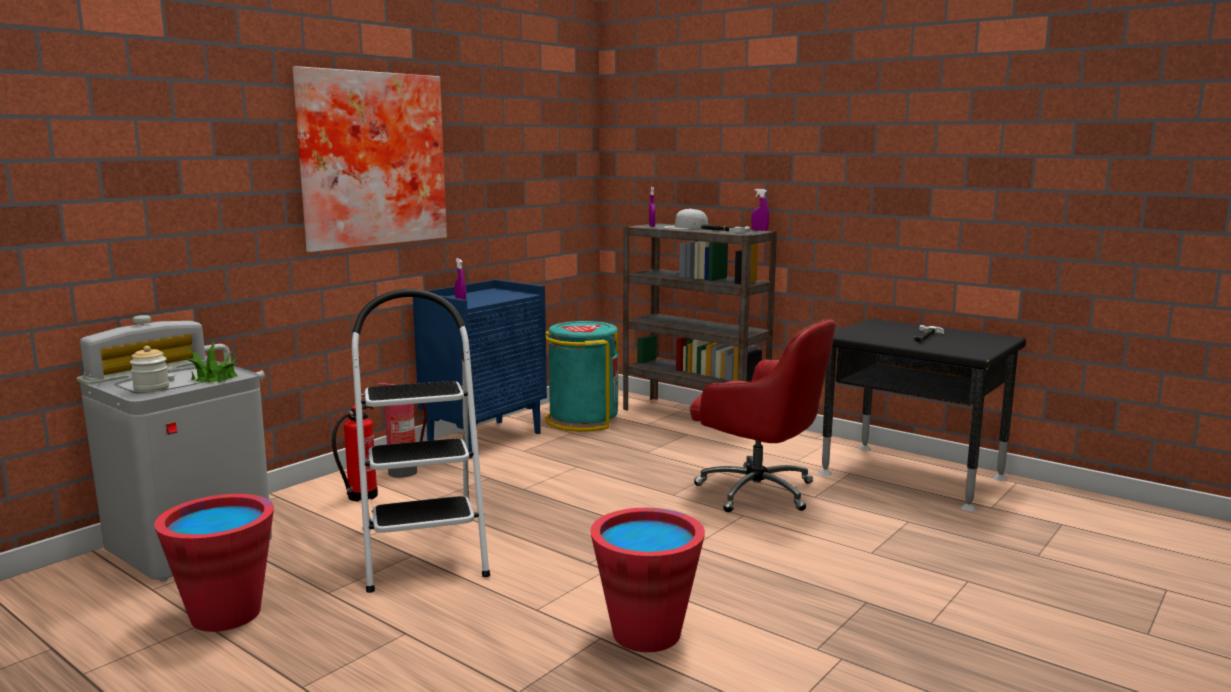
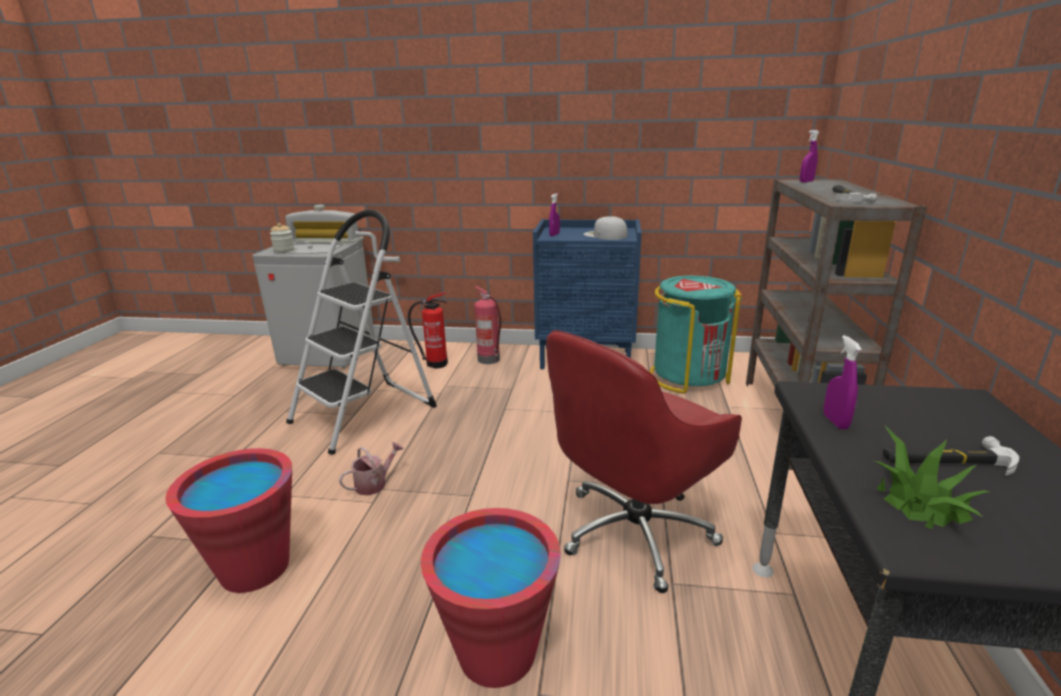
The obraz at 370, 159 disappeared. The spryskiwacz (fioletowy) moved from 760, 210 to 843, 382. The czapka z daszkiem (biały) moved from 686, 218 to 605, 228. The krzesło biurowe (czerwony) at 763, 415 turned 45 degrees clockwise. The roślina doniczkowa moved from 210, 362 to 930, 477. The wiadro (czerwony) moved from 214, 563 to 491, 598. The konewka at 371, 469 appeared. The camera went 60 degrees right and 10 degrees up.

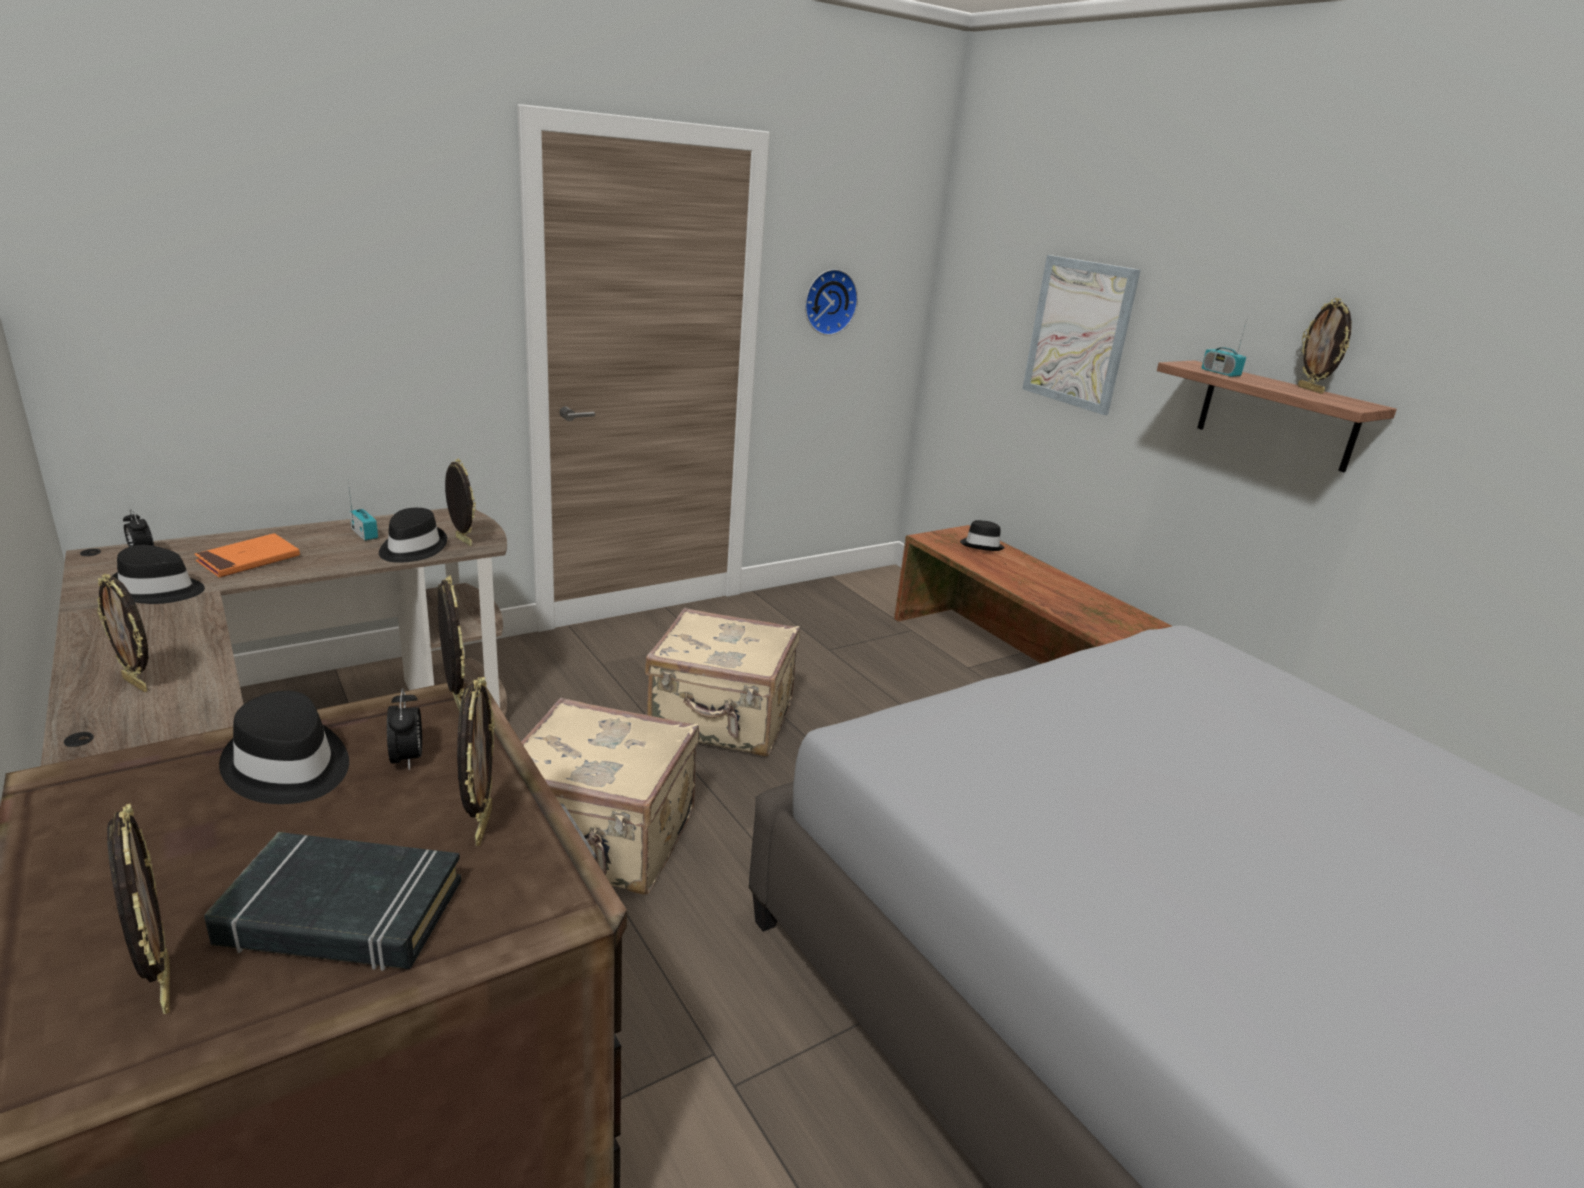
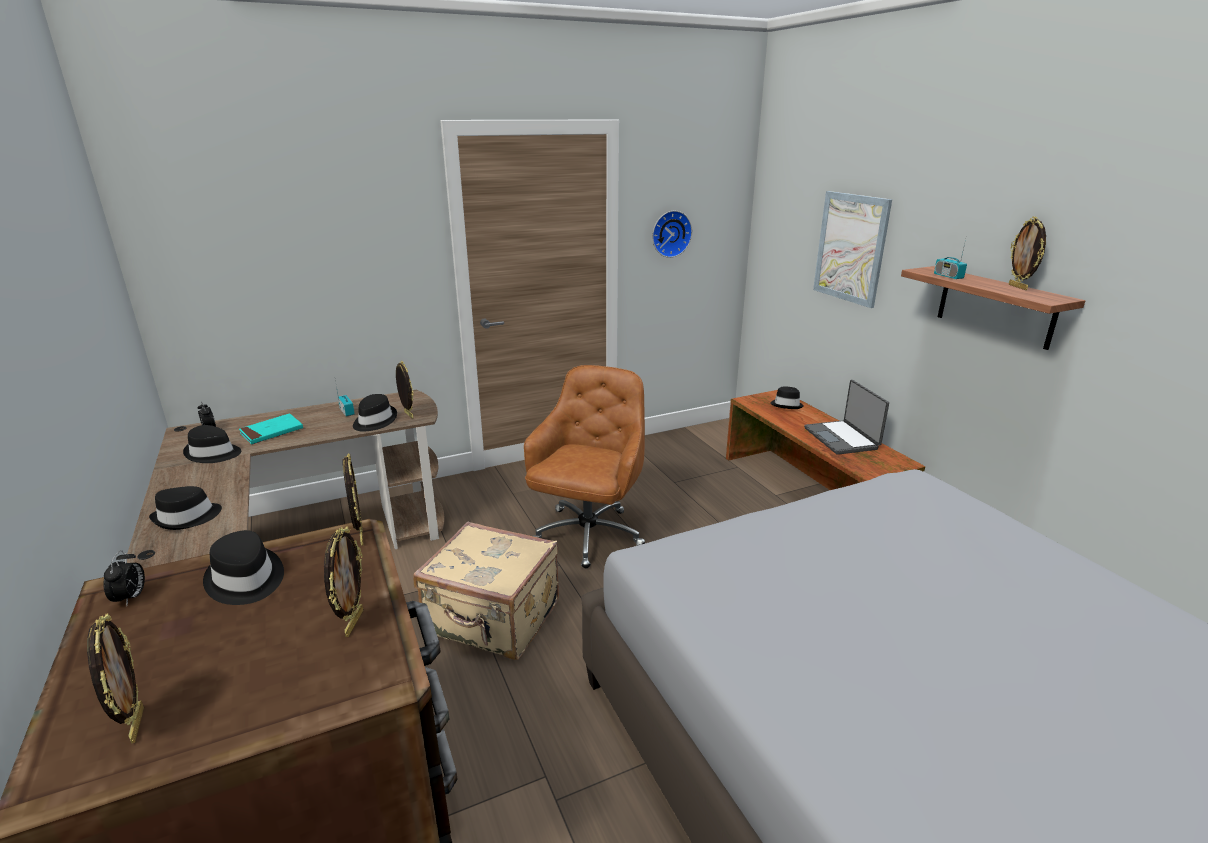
The książka (pomarańczowy) at 247, 555 became the książka (turkusowy) at 271, 429. The ramka na zdjęcie at 122, 633 was replaced by the kapelusz (czarny) at 185, 508. The walizka (beżowy) at 722, 682 was replaced by the krzesło biurowe (brązowy) at 584, 466. The budzik moved from 404, 729 to 124, 577. The książka (czarny) at 333, 901 disappeared. The laptop at 846, 417 appeared. The camera went 10 degrees right and 0 degrees up.

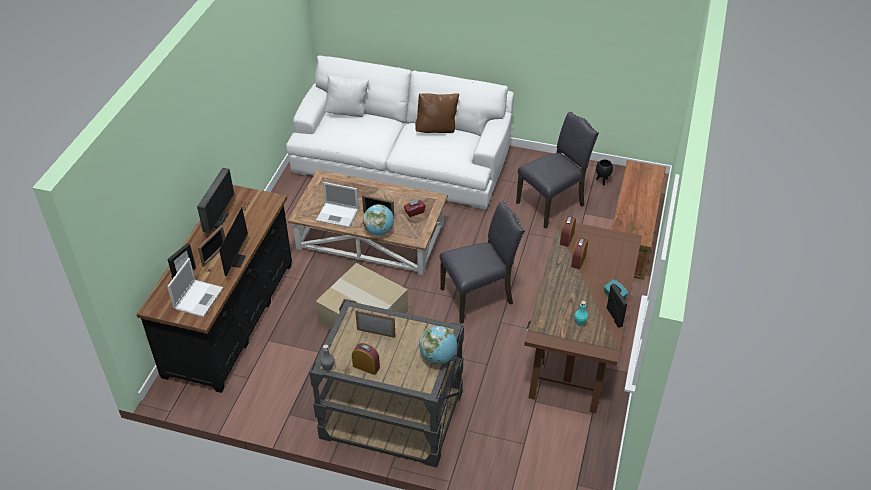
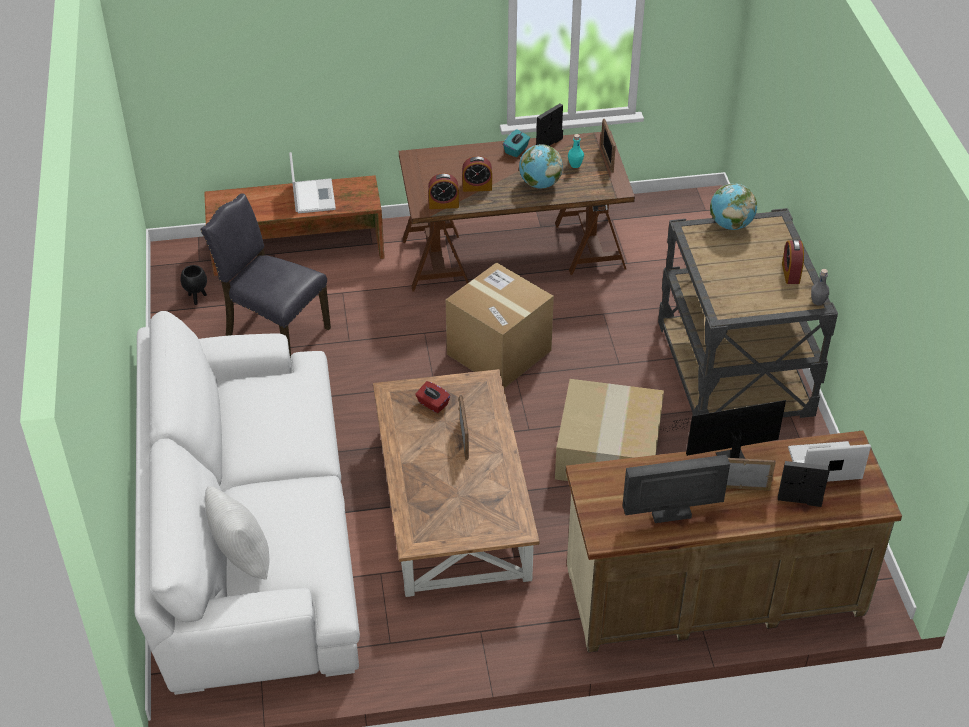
The poduszka (brązowy) at 437, 113 disappeared. The laptop moved from 337, 204 to 312, 183. The komoda (czarny) at 214, 289 became the komoda (beżowy) at 734, 541. The krzesło (szary) at 482, 262 was replaced by the karton at 500, 325. The globus moved from 378, 220 to 541, 166. The ramka na zdjęcie moved from 375, 324 to 608, 146. The camera went 115 degrees left and 0 degrees up.

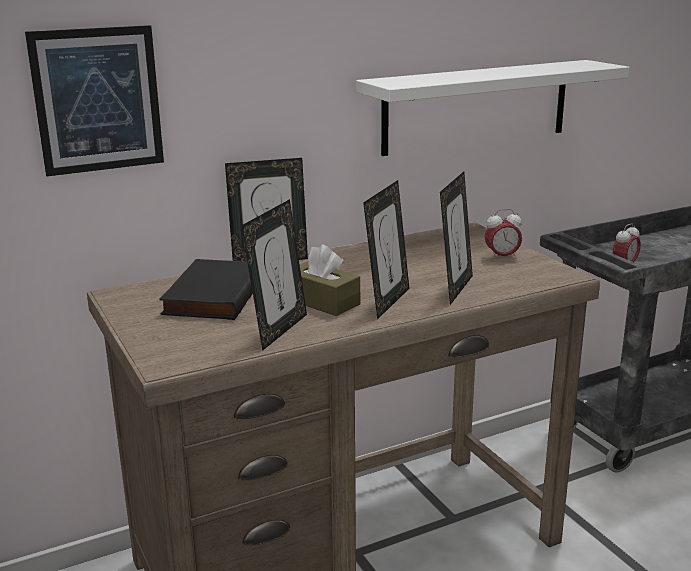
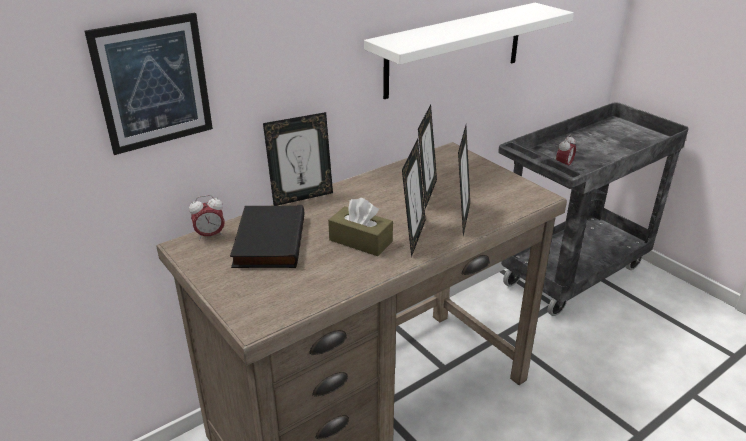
The ramka na zdjęcie moved from 274, 275 to 427, 156. The budzik moved from 503, 234 to 207, 218. The camera went 10 degrees left and 10 degrees up.

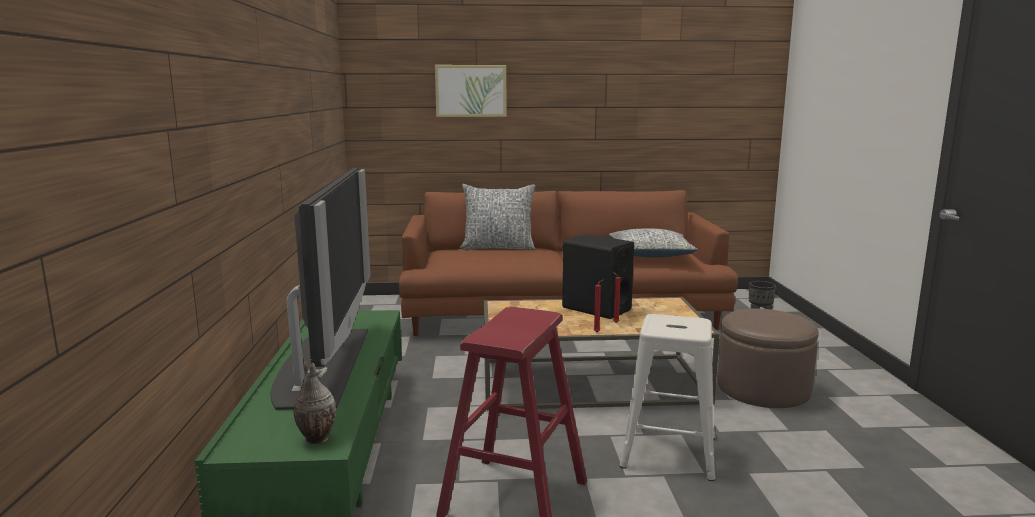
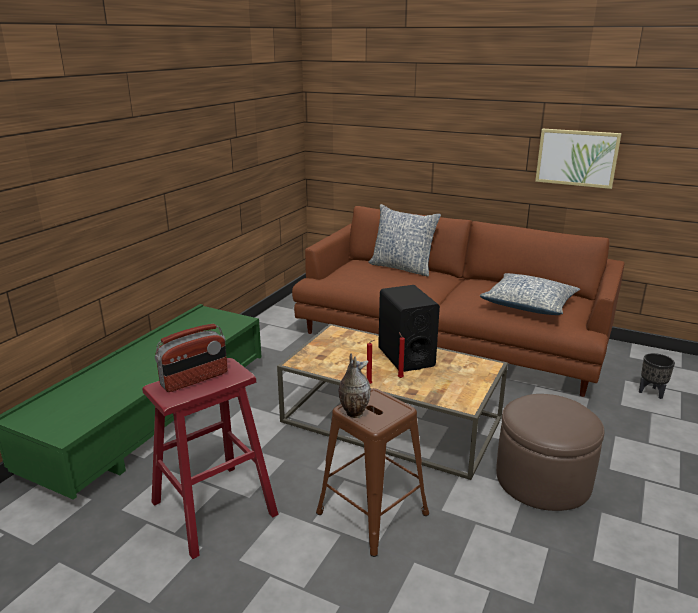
The obraz moved from 470, 91 to 578, 158. The telewizor at 320, 289 disappeared. The stołek (biały) at 667, 397 became the stołek (brązowy) at 372, 472. The wazon moved from 315, 402 to 354, 385. The radio at 191, 358 appeared. The camera went 30 degrees right and 10 degrees up.

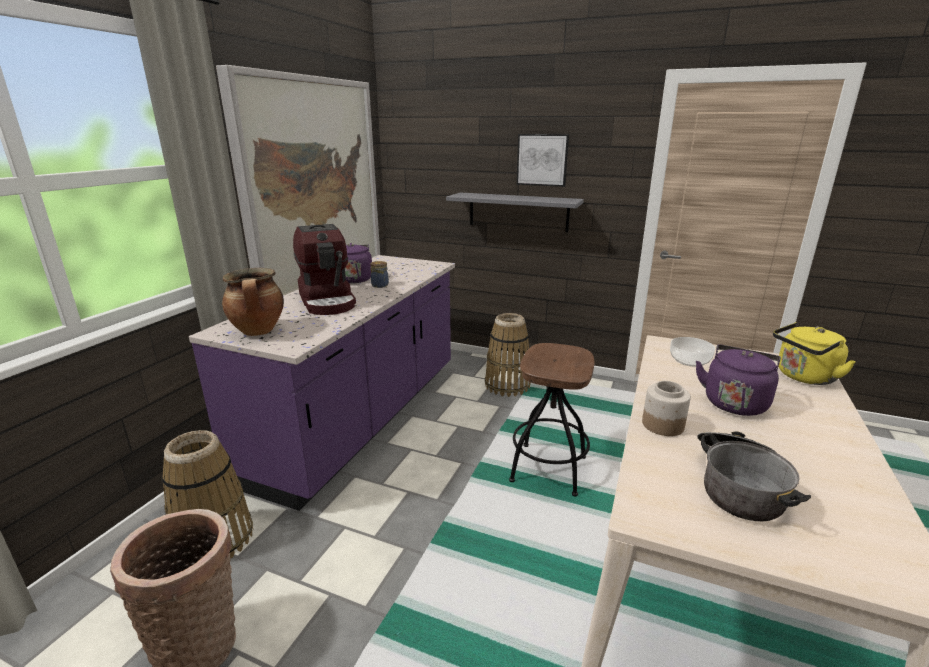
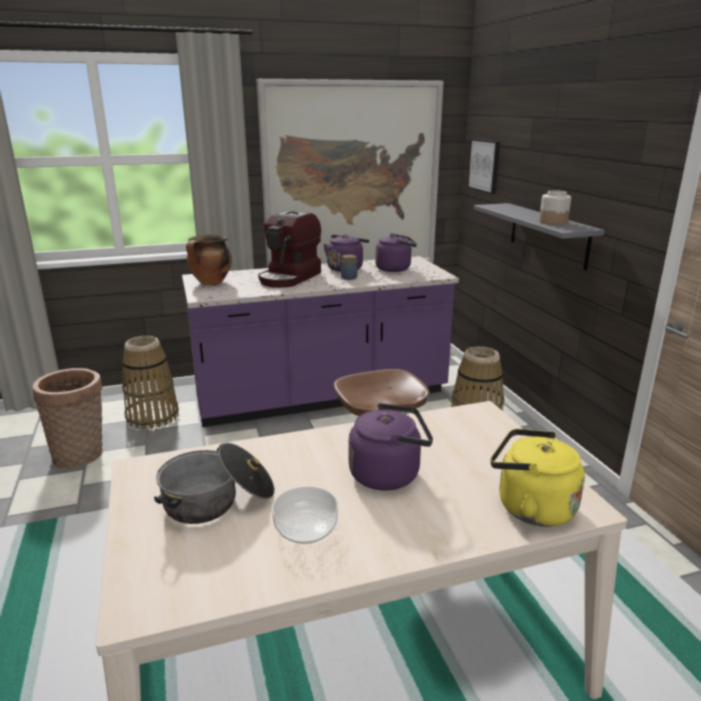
The obraz moved from 542, 160 to 483, 166. The miska moved from 692, 352 to 305, 515. The słoik moved from 666, 408 to 555, 207. The czajnik (fioletowy) at 396, 252 appeared. The camera went 50 degrees right and 0 degrees up.

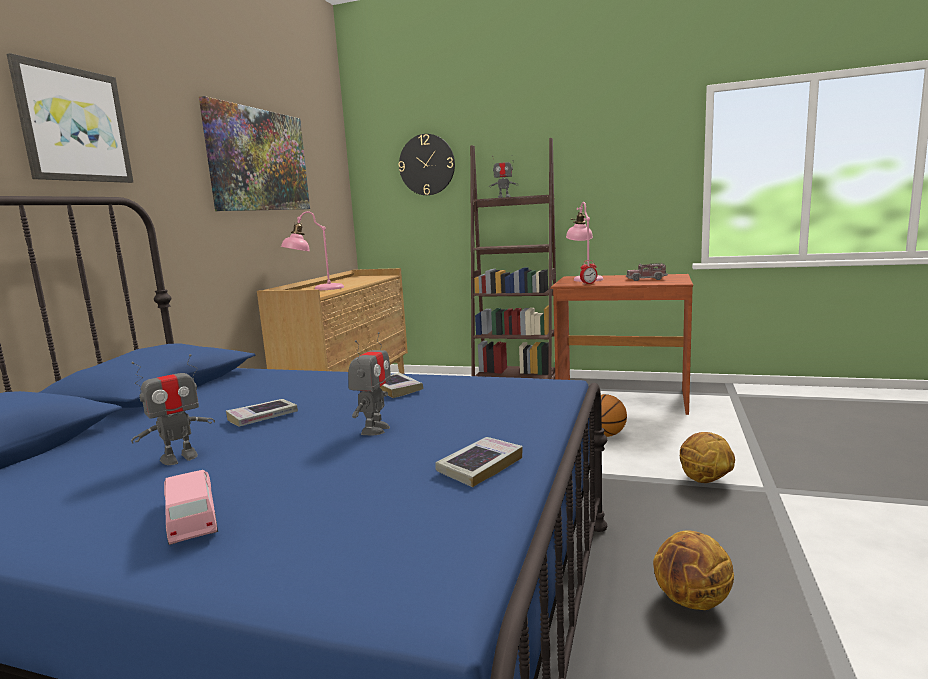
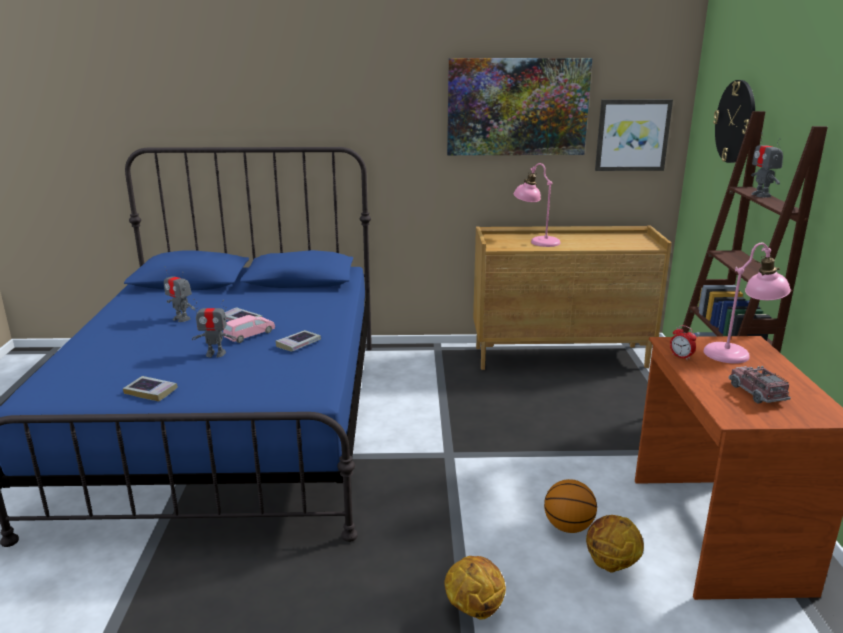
The obraz moved from 70, 118 to 634, 135. The samochodzik (różowy) moved from 191, 507 to 249, 329. The piłka do koszykówki moved from 693, 570 to 615, 544. The camera went 70 degrees right and 10 degrees up.

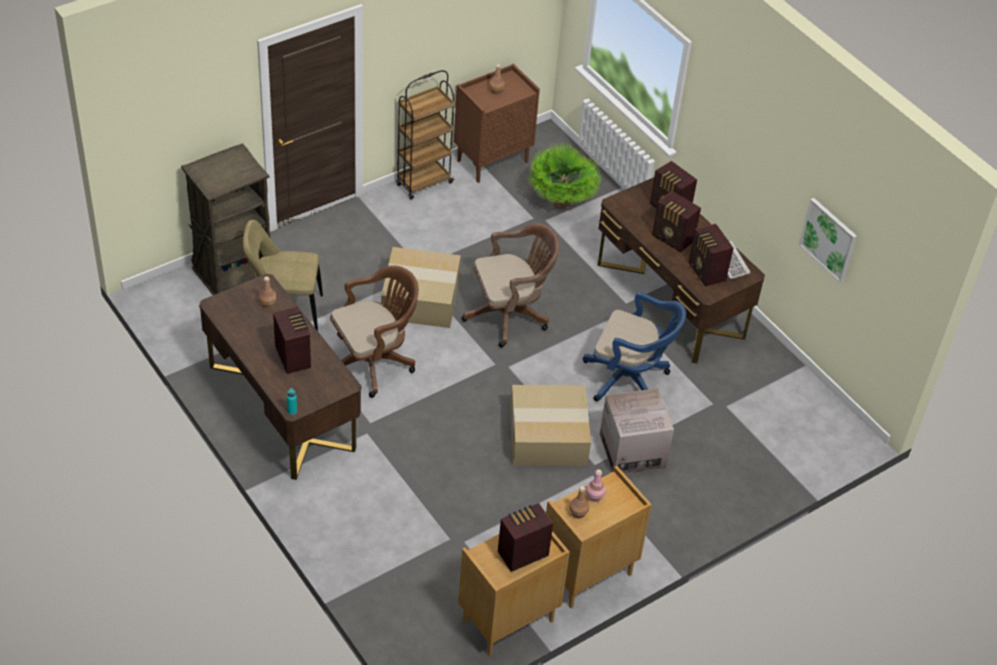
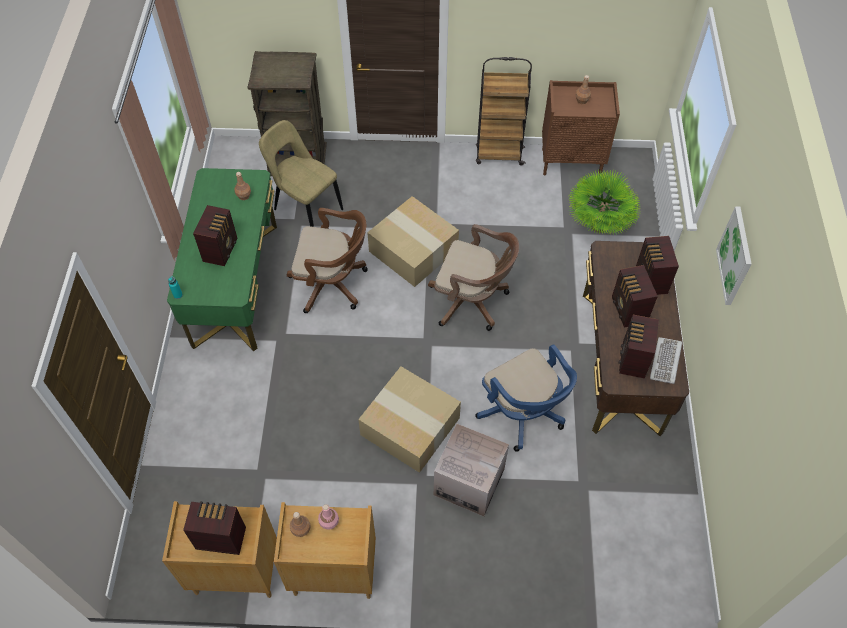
The obraz moved from 828, 240 to 734, 255. The biurko (brązowy) at 280, 377 became the biurko (zielony) at 222, 259. The camera went 40 degrees right and 10 degrees up.

